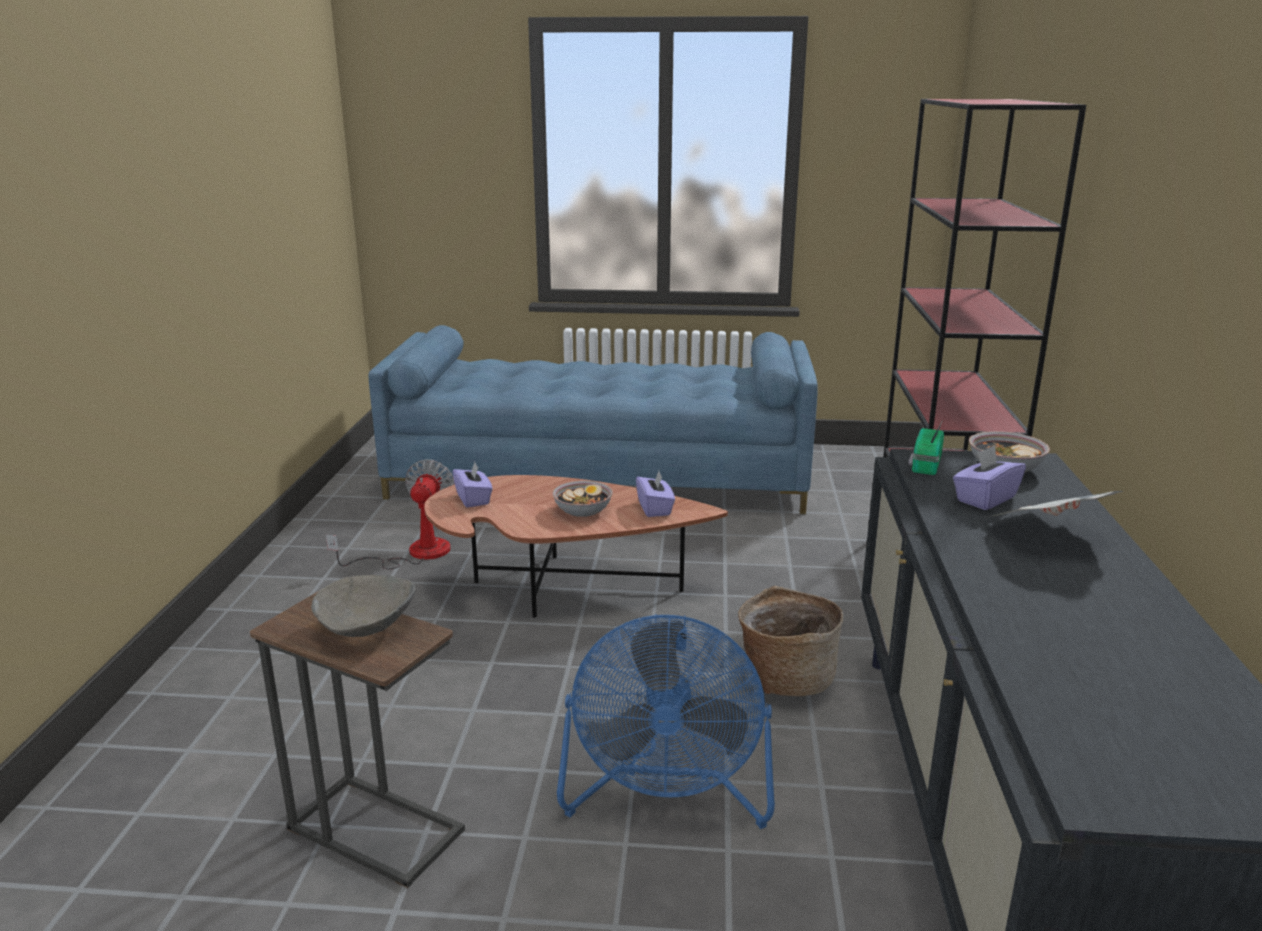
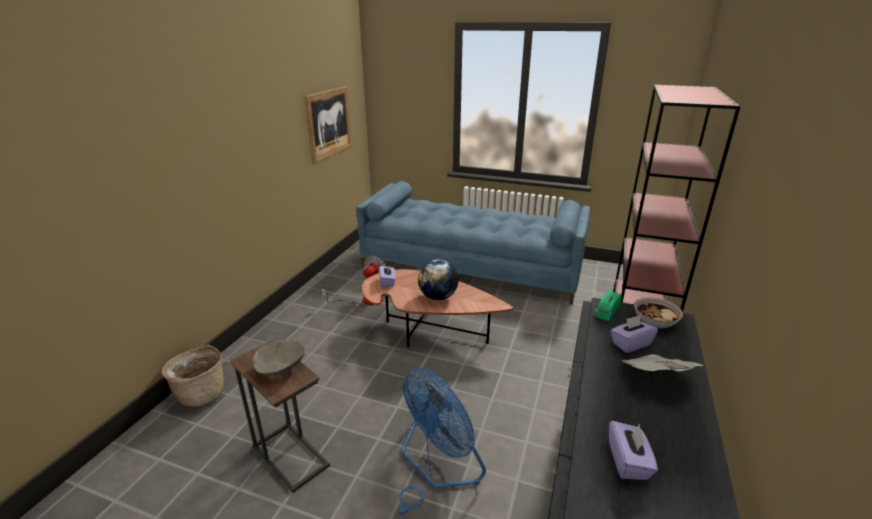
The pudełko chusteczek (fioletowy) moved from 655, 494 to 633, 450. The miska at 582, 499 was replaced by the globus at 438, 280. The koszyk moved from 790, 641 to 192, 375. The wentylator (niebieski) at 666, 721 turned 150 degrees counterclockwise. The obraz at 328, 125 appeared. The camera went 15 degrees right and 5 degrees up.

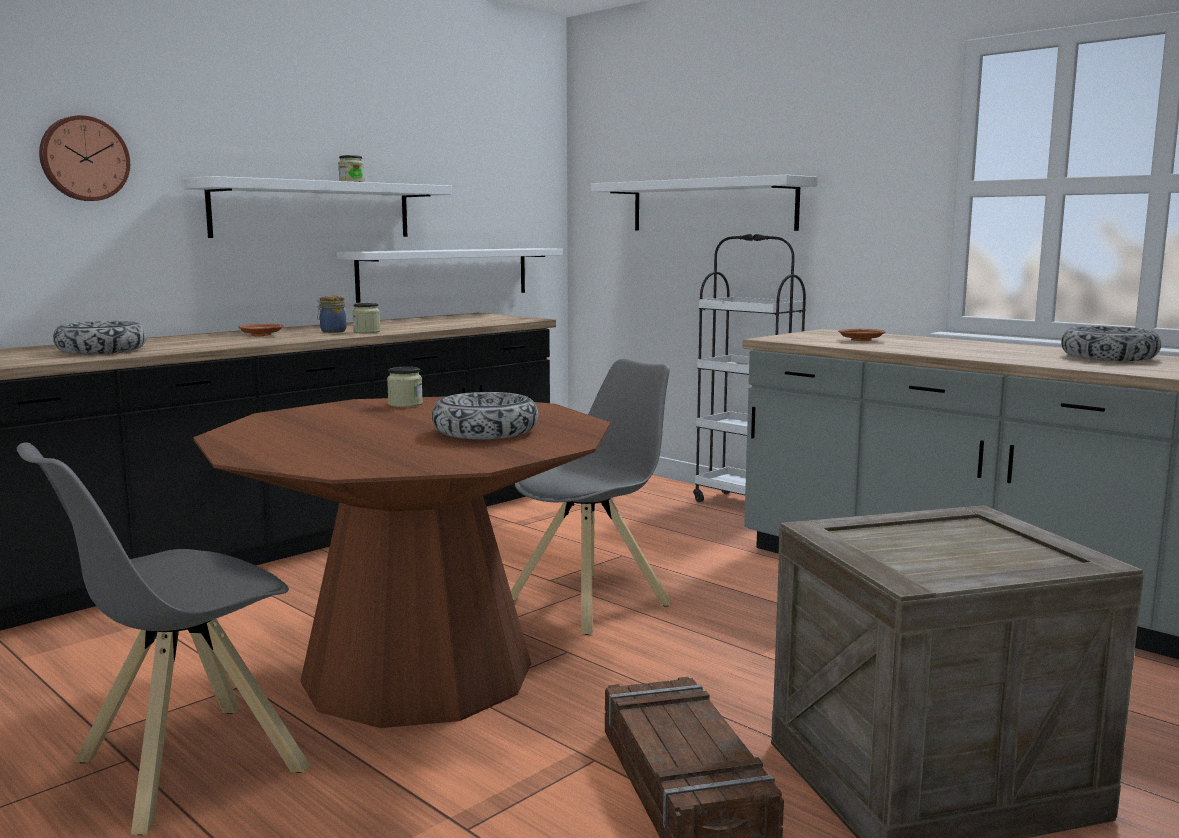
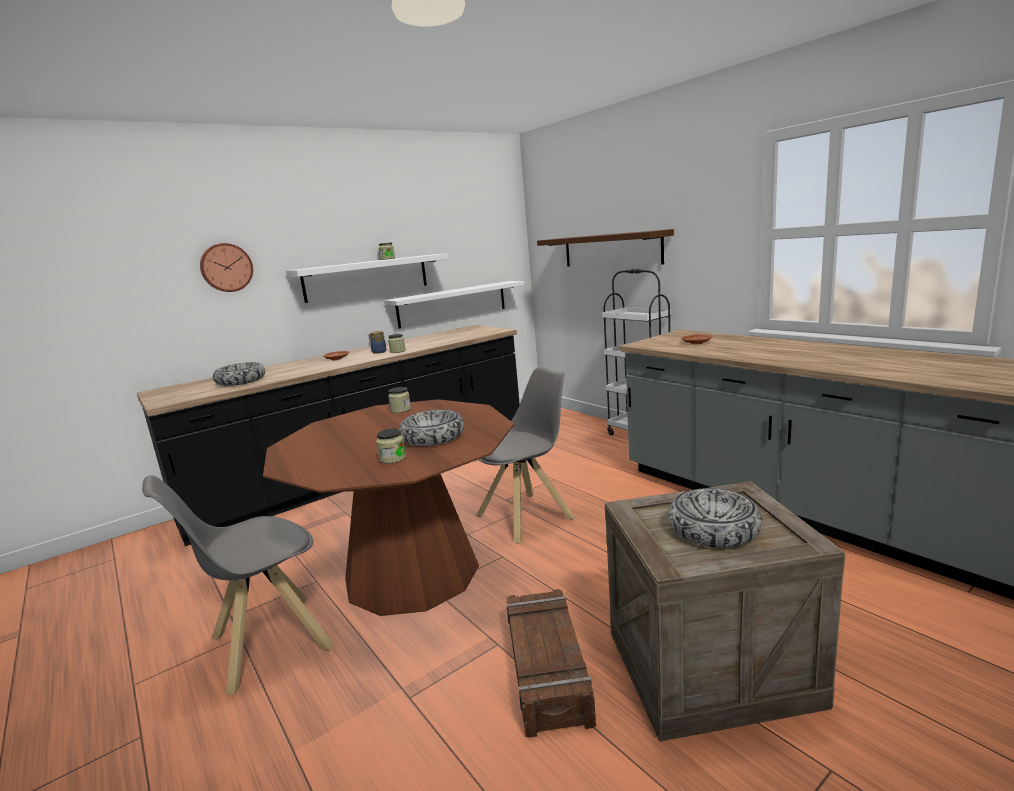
The półka (biały) at 704, 203 became the półka (brązowy) at 605, 248. The miska moved from 1111, 343 to 715, 518. The słoik at 391, 446 appeared. The camera went 10 degrees right and 5 degrees up.

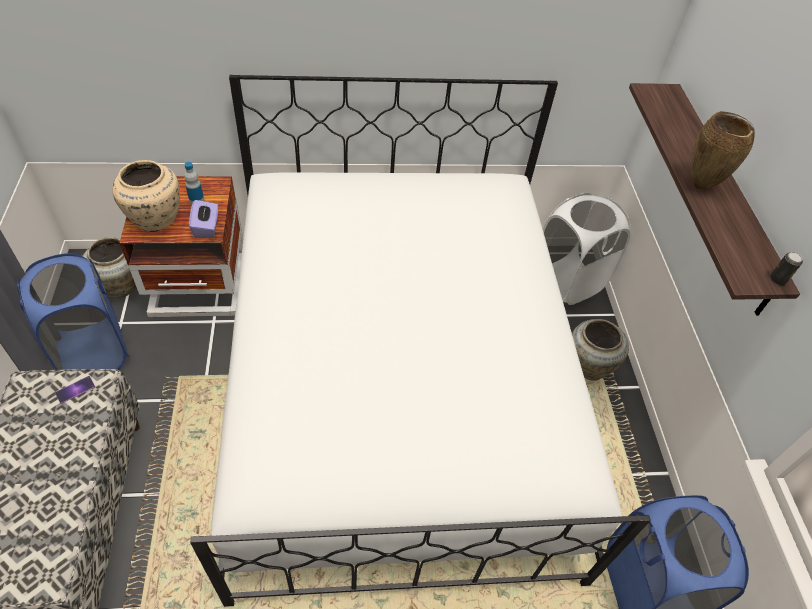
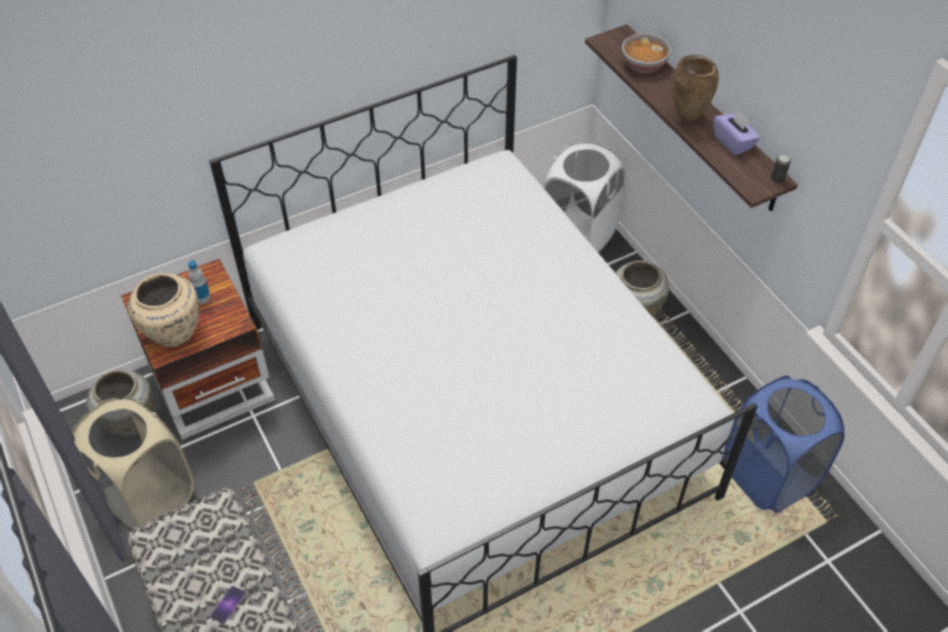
The pudełko chusteczek (fioletowy) moved from 203, 219 to 736, 133. The kosz na pranie (niebieski) at 73, 311 became the kosz na pranie (beżowy) at 133, 463. The telefon moved from 75, 390 to 227, 605. The miska at 646, 53 appeared. The camera went 20 degrees left and 0 degrees up.

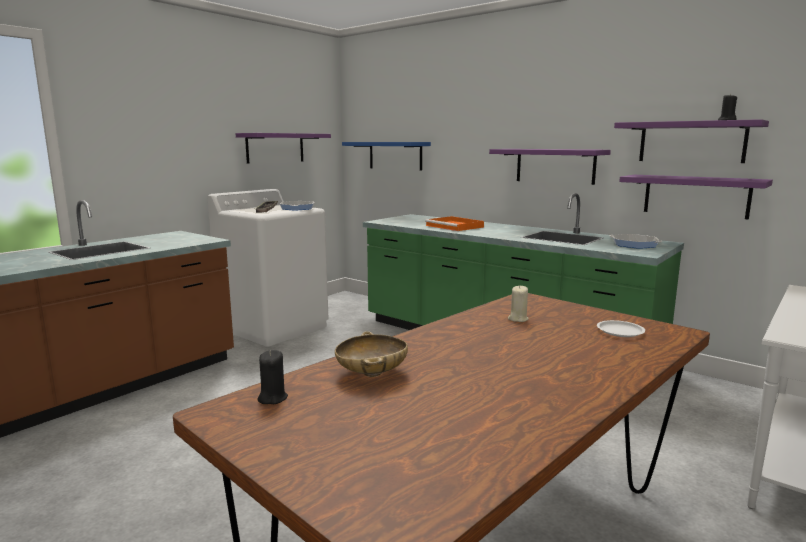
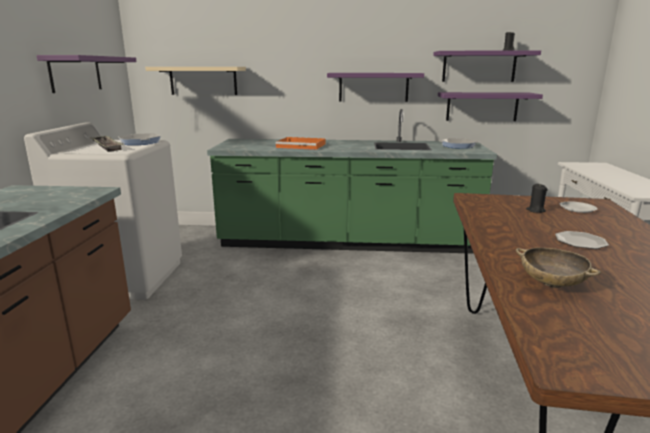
The półka (niebieski) at 386, 156 became the półka (beżowy) at 195, 81. The świeca (beżowy) at 518, 304 disappeared. The świeca (czarny) moved from 273, 377 to 537, 198. The talerz at 582, 240 appeared. The camera went 35 degrees left and 5 degrees up.

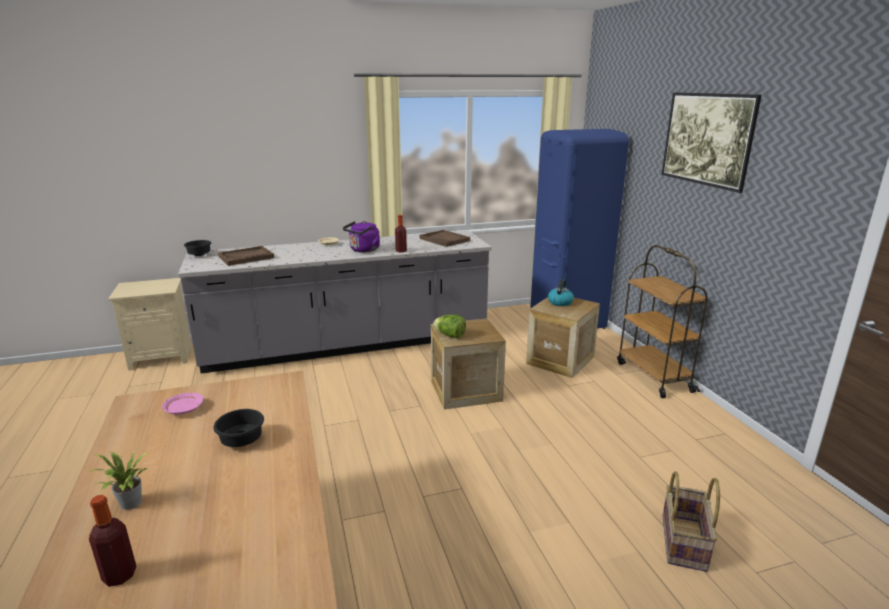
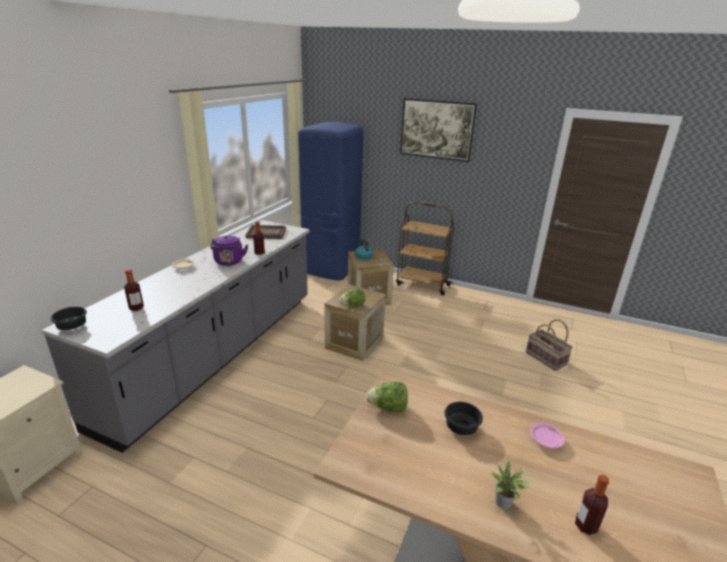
The taca (brązowy) at 246, 256 was replaced by the butelka at 134, 290. The talerz (różowy) moved from 182, 403 to 547, 435. The sałata at 387, 397 appeared. The camera went 50 degrees left and 5 degrees up.

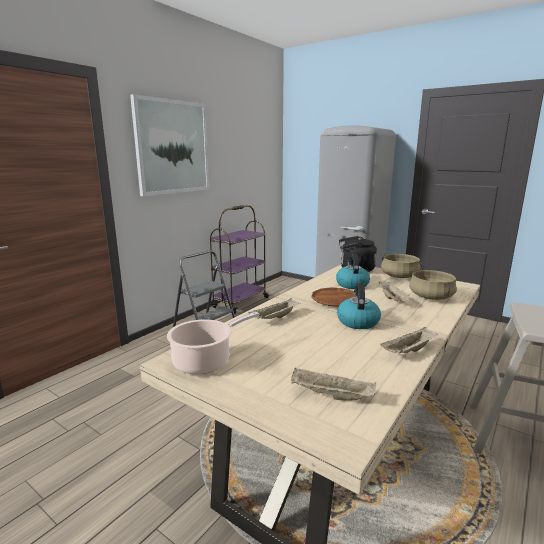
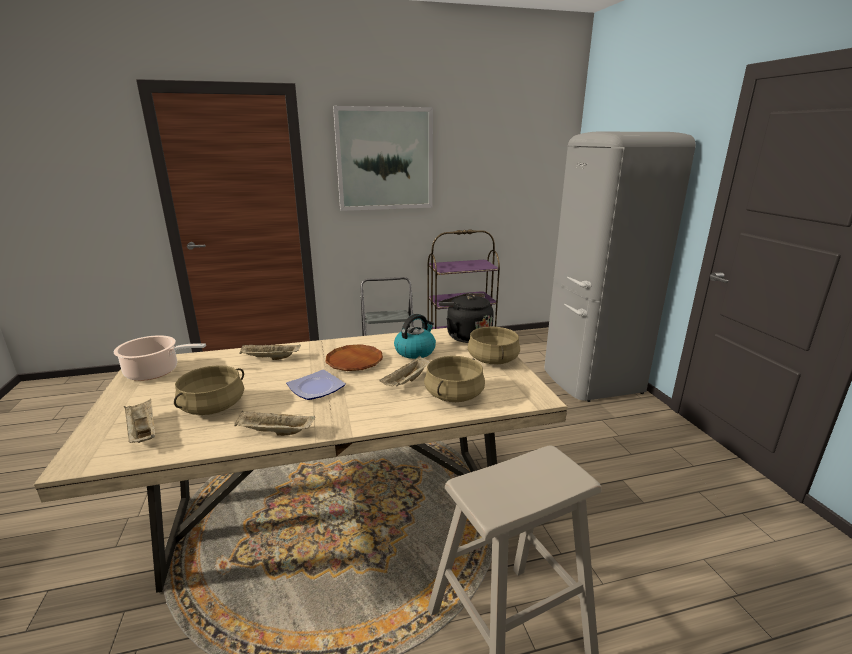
The czajnik at 359, 306 was replaced by the talerz at 316, 385. The garnek (beżowy) at 209, 390 appeared. The camera went 40 degrees right and 5 degrees up.

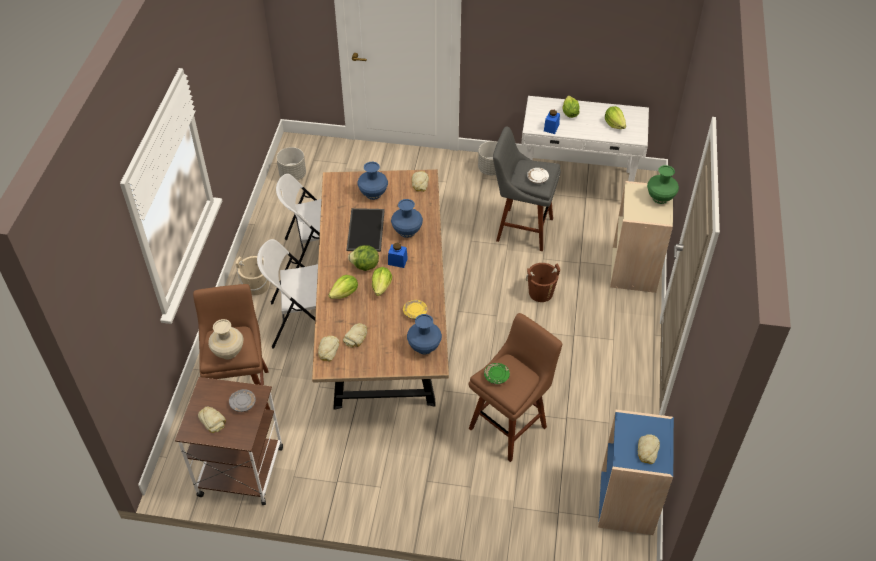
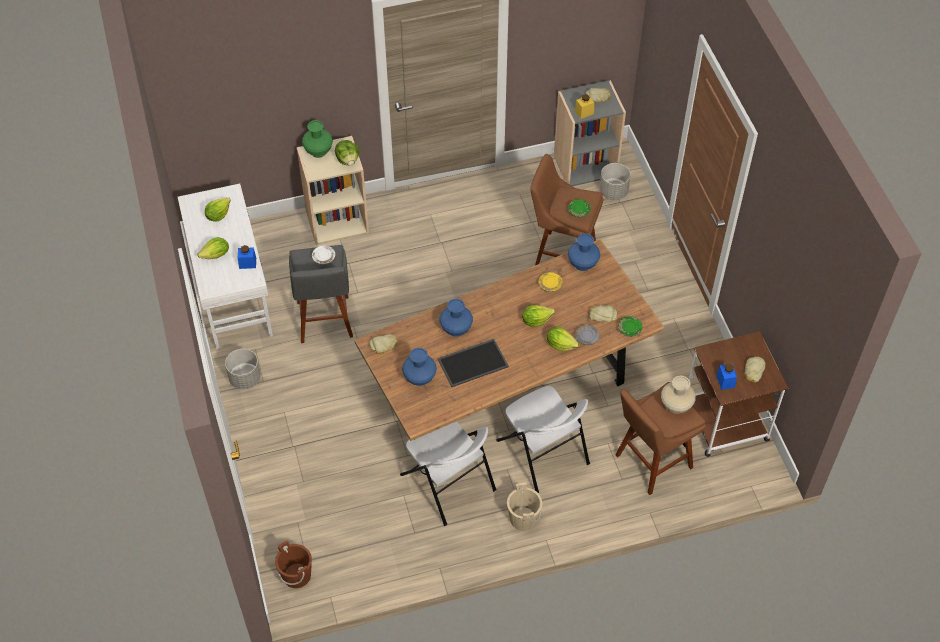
The donica (szary) moved from 291, 164 to 615, 181. The słoik (niebieski) moved from 398, 255 to 726, 377. The sałata moved from 363, 258 to 347, 153. The wiadro (brązowy) moved from 543, 282 to 293, 564. The chleb at 329, 349 was replaced by the talerz (zielony) at 630, 326. The talerz (szary) moved from 242, 400 to 587, 335. The regał (niebieski) at 636, 472 became the regał (szary) at 590, 133. The słoik (żółty) at 584, 106 appeared. The camera went 115 degrees left and 5 degrees up.

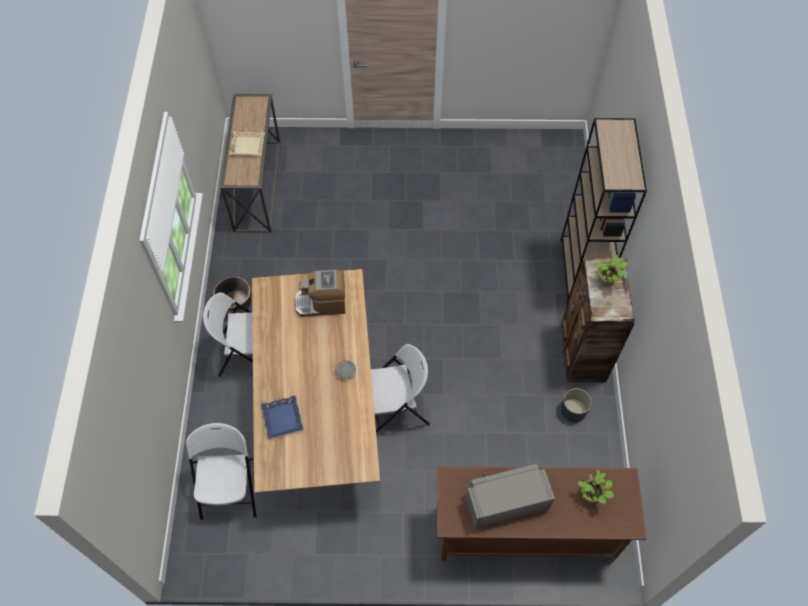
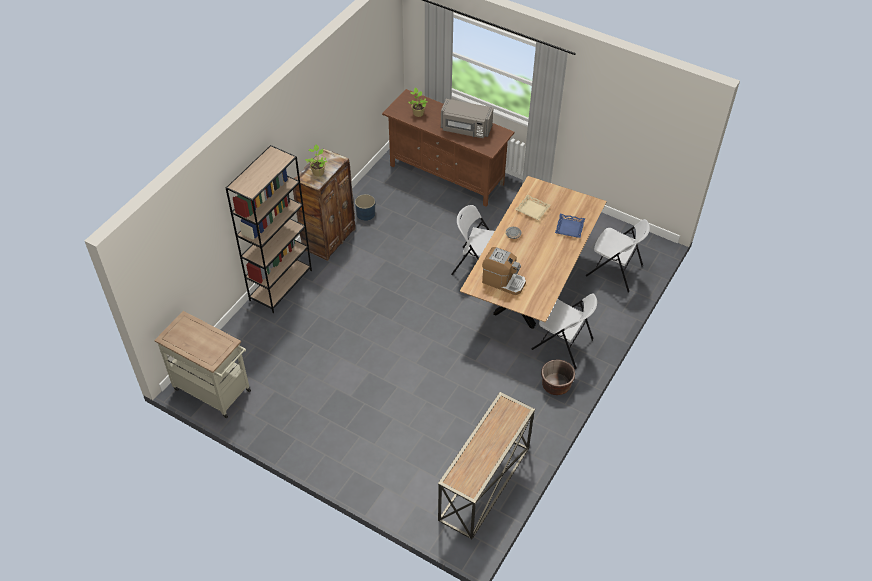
The taca (beżowy) moved from 247, 143 to 533, 207. The krzesło (biały) at 221, 471 turned 90 degrees counterclockwise. The wózek (beżowy) at 202, 364 appeared. The camera went 150 degrees left and 10 degrees down.

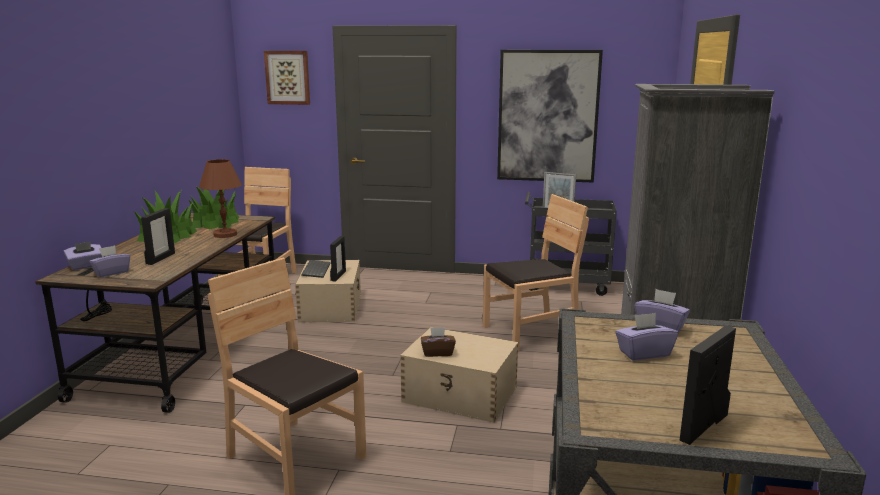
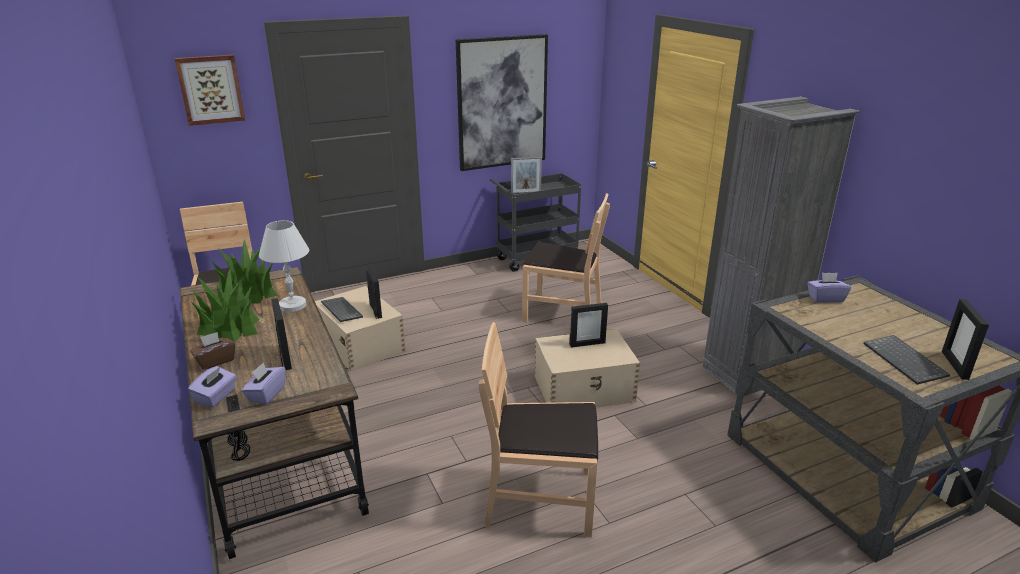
The lampa stołowa (brązowy) at 220, 198 became the lampa stołowa (biały) at 284, 266. The krzesło (brązowy) at 536, 273 turned 75 degrees clockwise. The pudełko chusteczek (fioletowy) at 646, 336 disappeared. The pudełko chusteczek (brązowy) moved from 438, 342 to 212, 351. The ramka na zdjęcie at 588, 325 appeared. The klawiatura at 907, 360 appeared. The camera went 35 degrees left and 10 degrees up.

